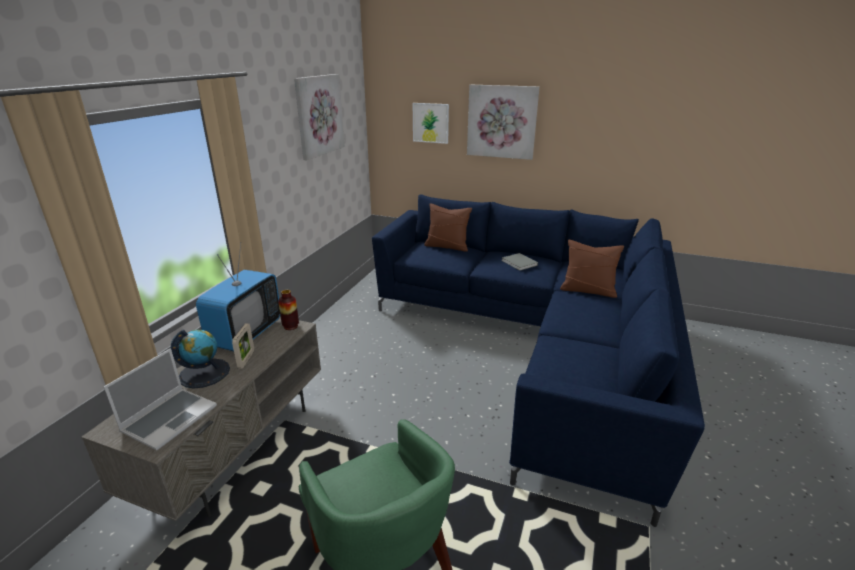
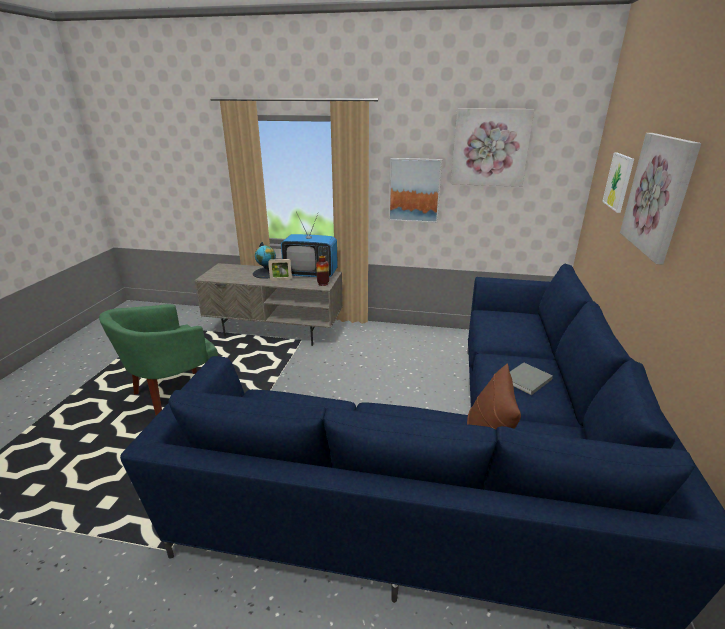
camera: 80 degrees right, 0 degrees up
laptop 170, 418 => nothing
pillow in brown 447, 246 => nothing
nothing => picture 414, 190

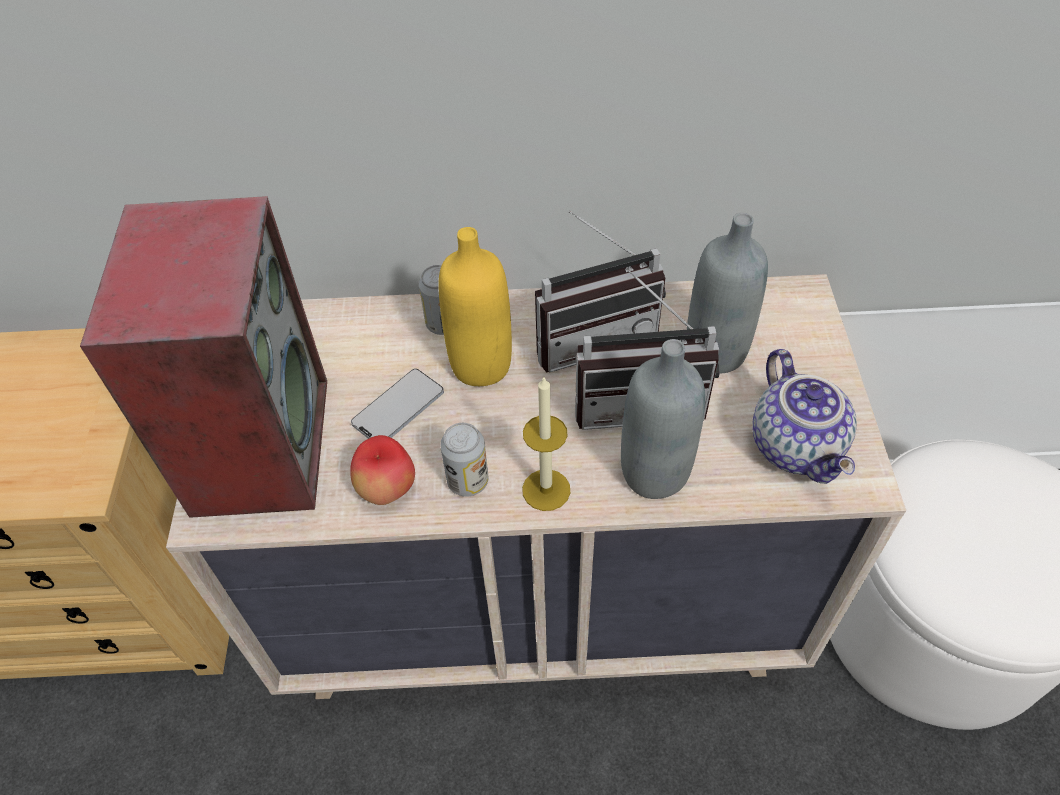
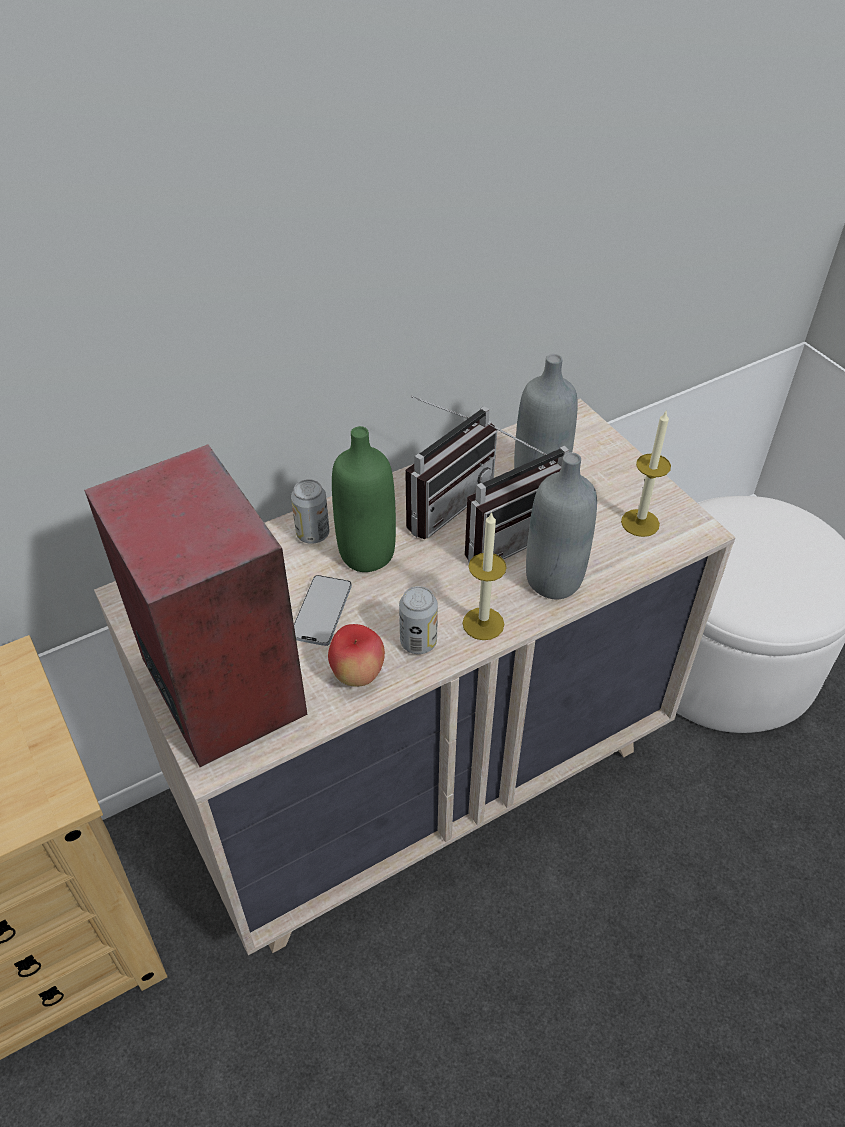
camera: 30 degrees left, 5 degrees down
bottle in yellow 481, 365 => bottle in green 367, 554
teapot 798, 446 => candle 640, 523

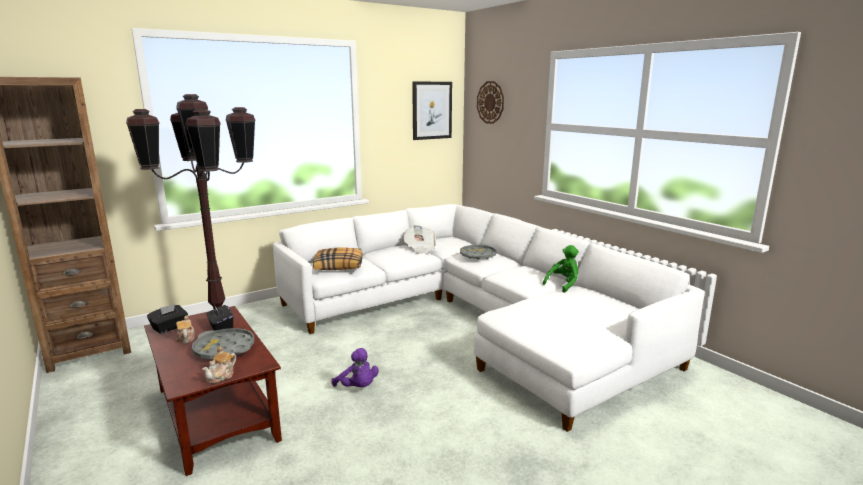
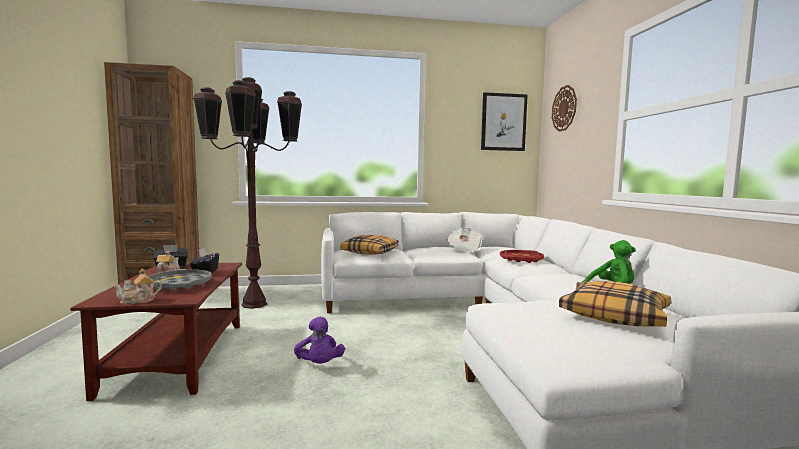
camera: 25 degrees right, 10 degrees down
tray in grey 478, 255 => tray in red 521, 260
nothing => pillow 614, 315

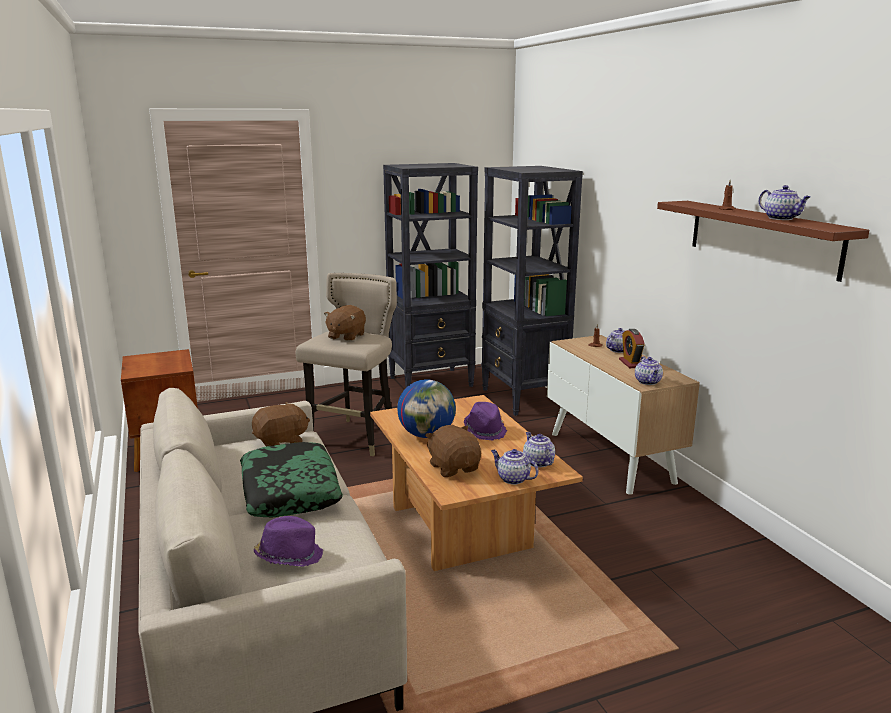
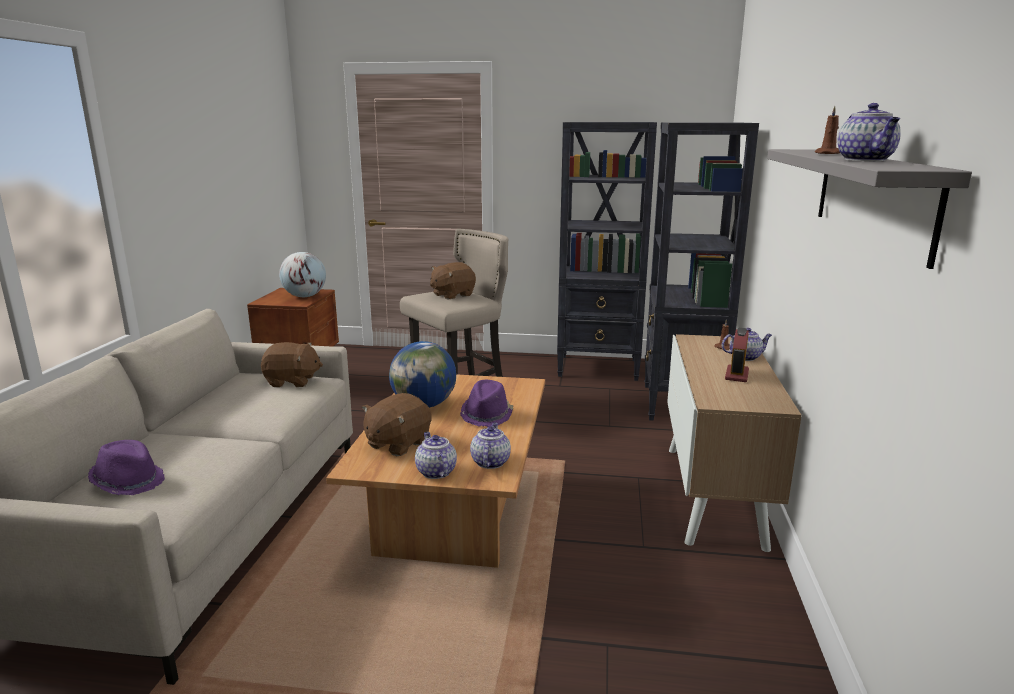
camera: 30 degrees right, 0 degrees up
pillow 289, 491 => nothing
plush toy in brown 454, 468 => plush toy in brown 397, 444, 150 degrees counterclockwise
teapot 648, 382 => nothing
shelf in brown 762, 237 => shelf in grey 871, 198
nothing => globe 304, 296

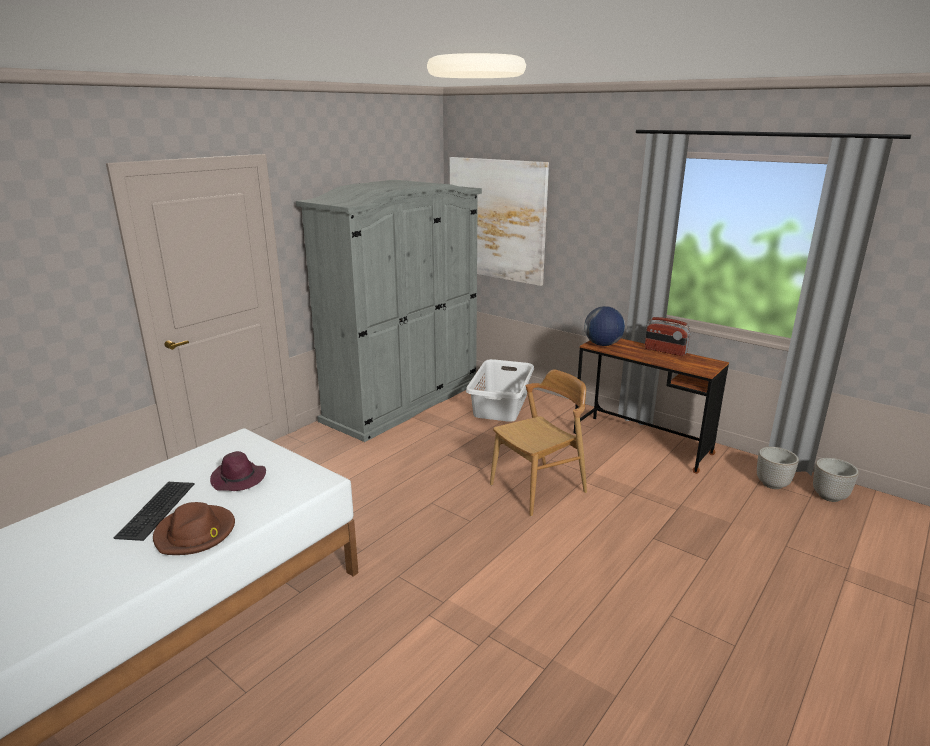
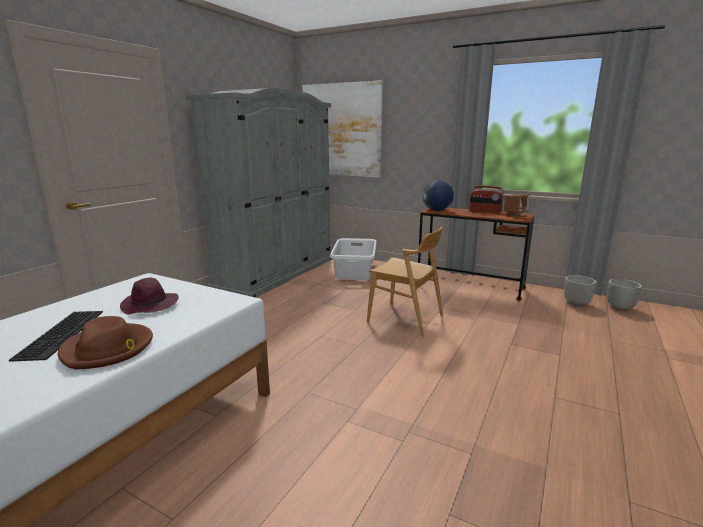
camera: 10 degrees left, 5 degrees down
chair in brown 538, 488 => chair in brown 405, 319, 75 degrees clockwise
nothing => speaker in brown 515, 215

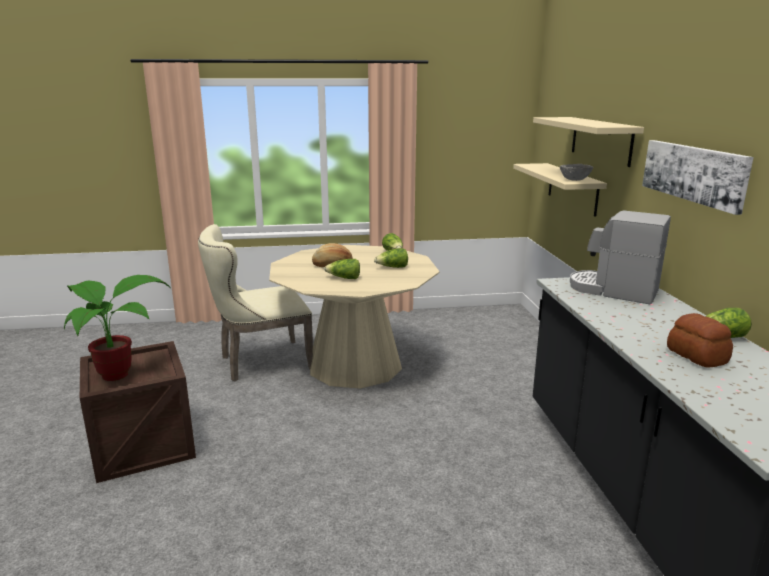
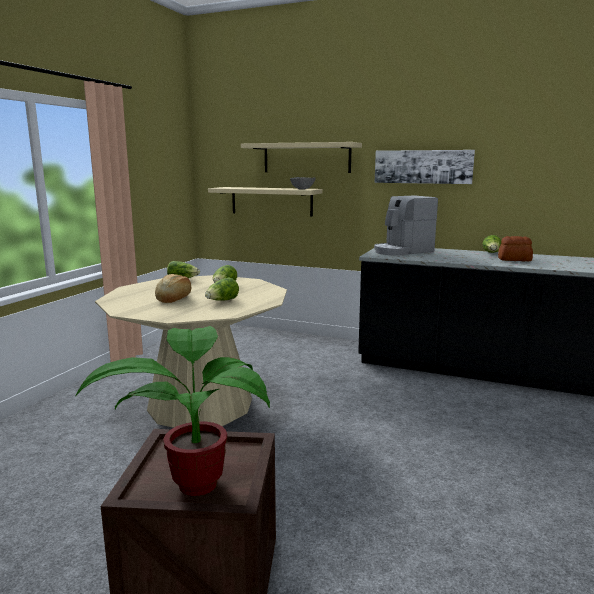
camera: 60 degrees left, 5 degrees down
chair in beige 260, 363 => nothing

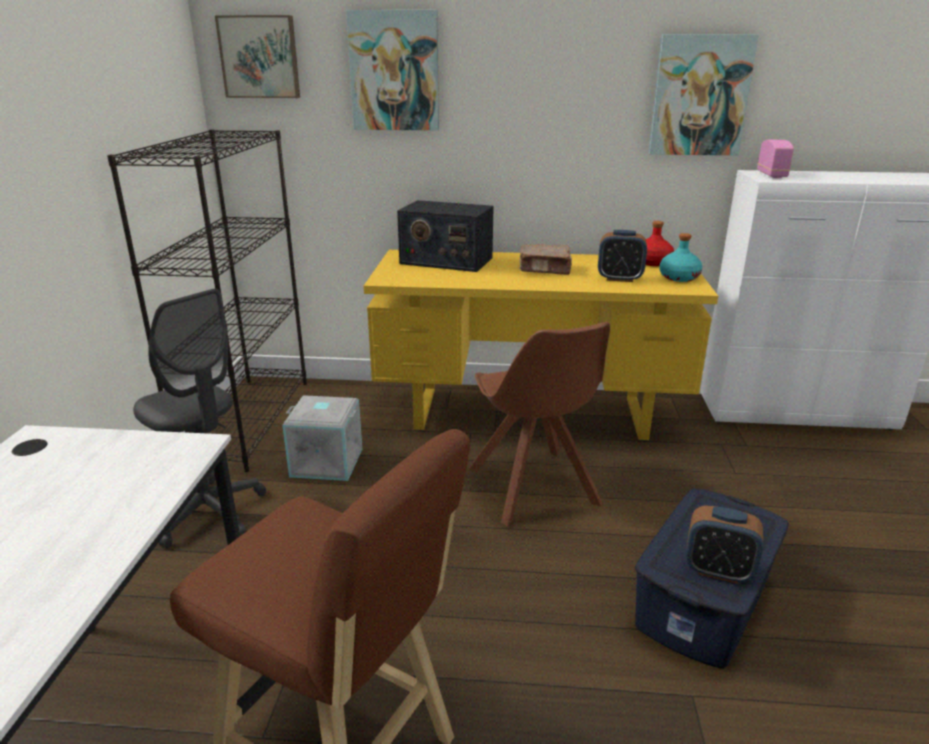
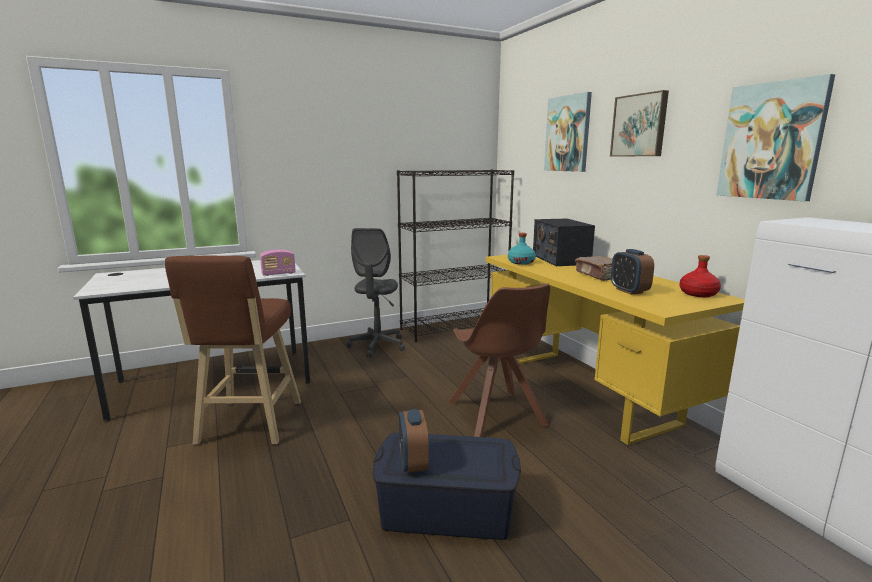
camera: 60 degrees right, 10 degrees down
picture 260, 57 => picture 639, 125, relocated
storage box in grey 327, 461 => nothing
chair in brown 534, 488 => chair in brown 497, 415, 60 degrees counterclockwise
bottle in turquoise 678, 277 => bottle in turquoise 521, 262, relocated
radio 772, 175 => radio 278, 274, relocated

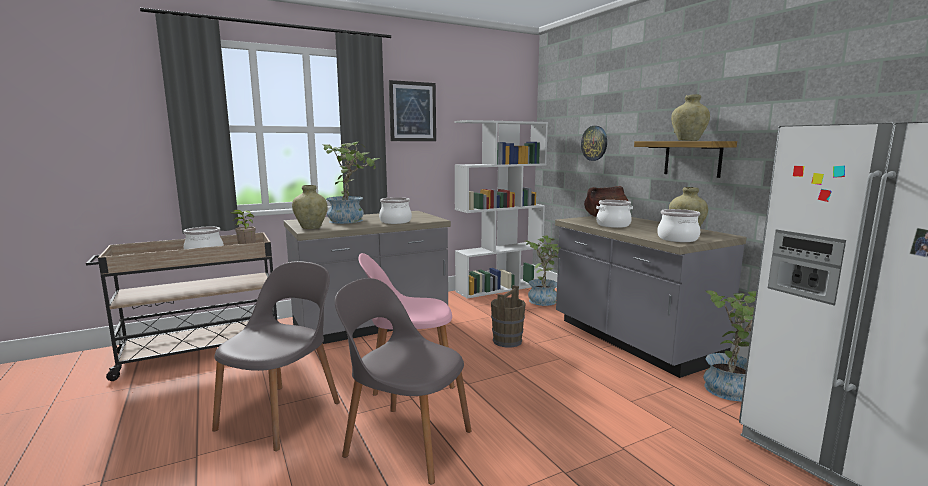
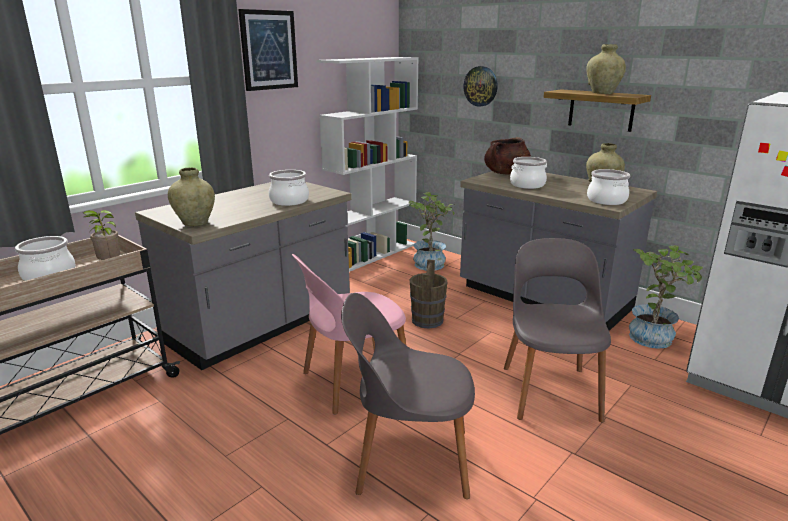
camera: 20 degrees left, 10 degrees up
chair in grey 282, 414 => chair in grey 550, 390, relocated
potted plant 351, 220 => nothing

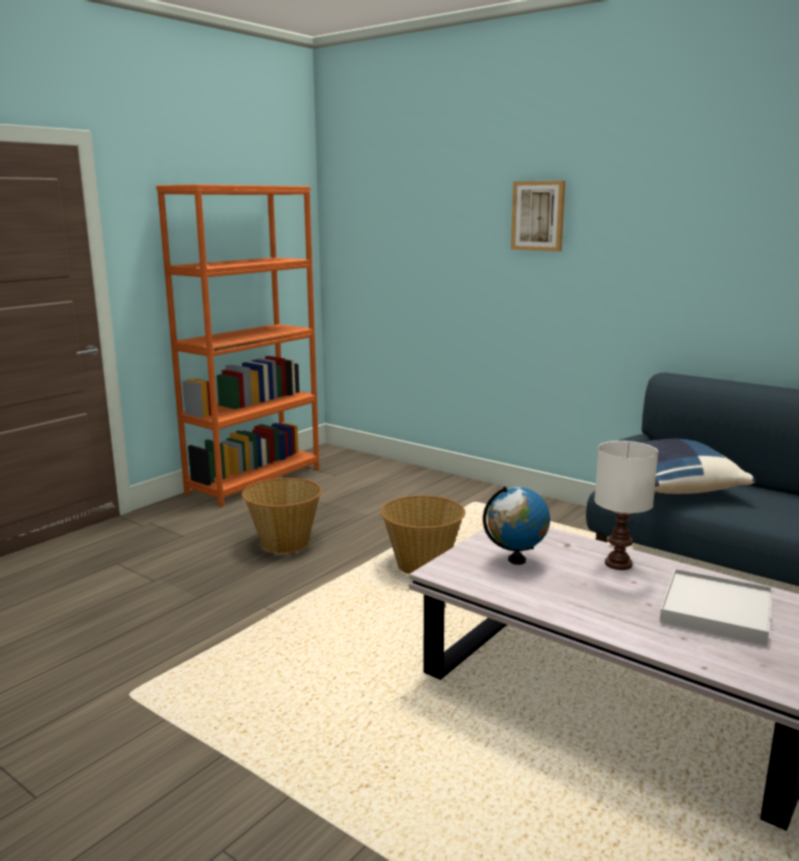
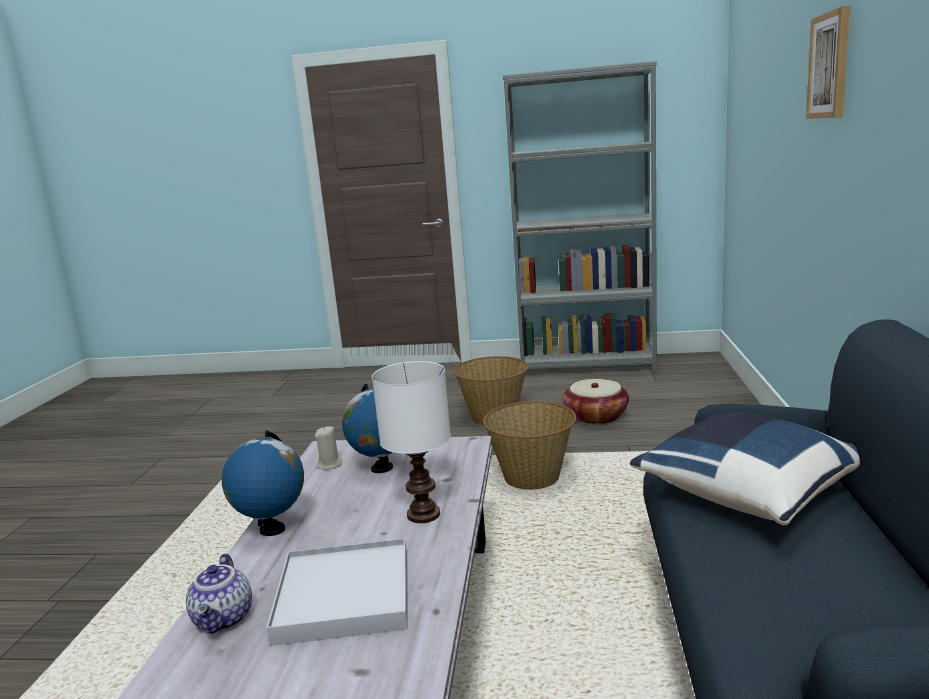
camera: 60 degrees right, 0 degrees up
bookcase in orange 255, 481 => bookcase in grey 587, 366
nothing => teapot 225, 619
nothing => globe 272, 529
nothing => candle in beige 330, 464
nothing => basket 596, 417

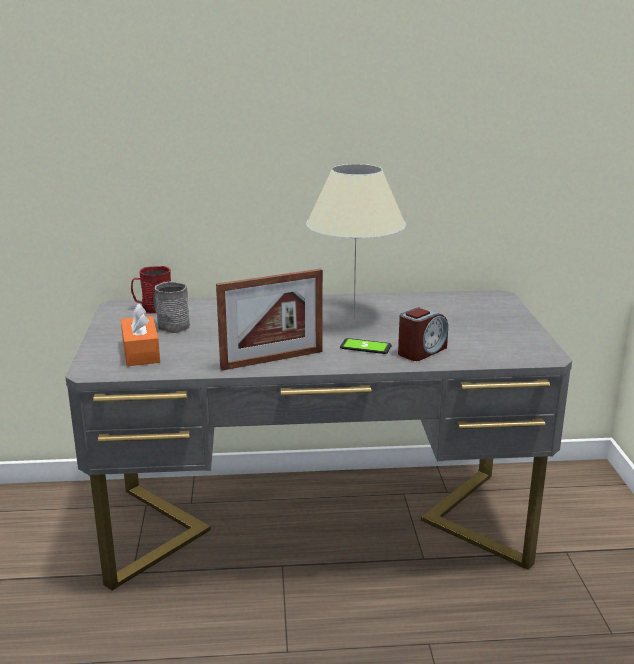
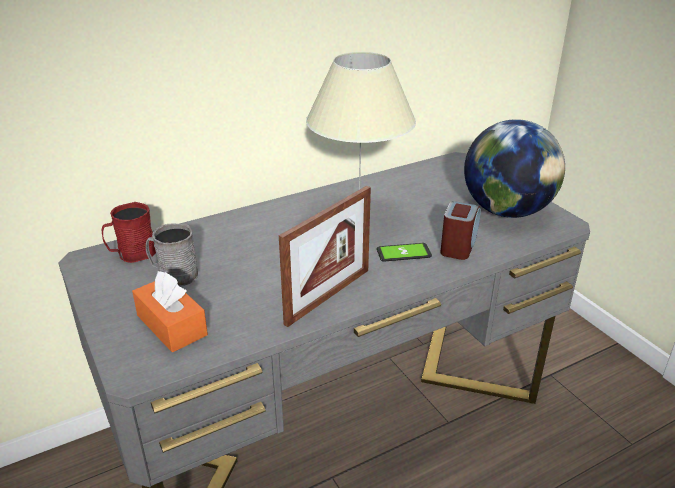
camera: 25 degrees left, 10 degrees up
nothing => globe 507, 211

